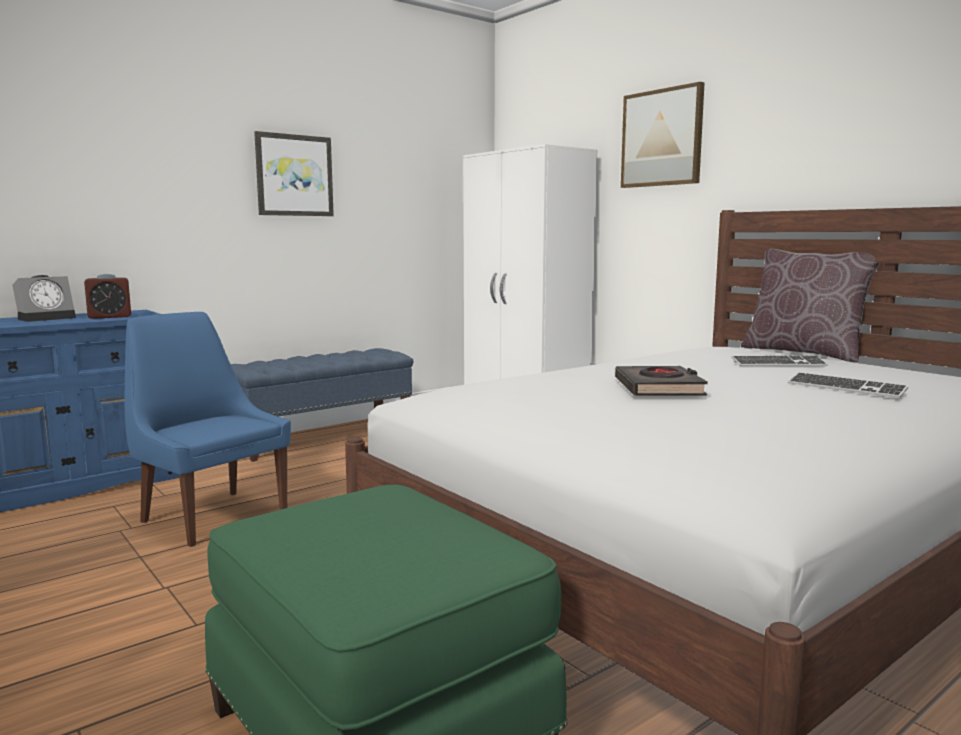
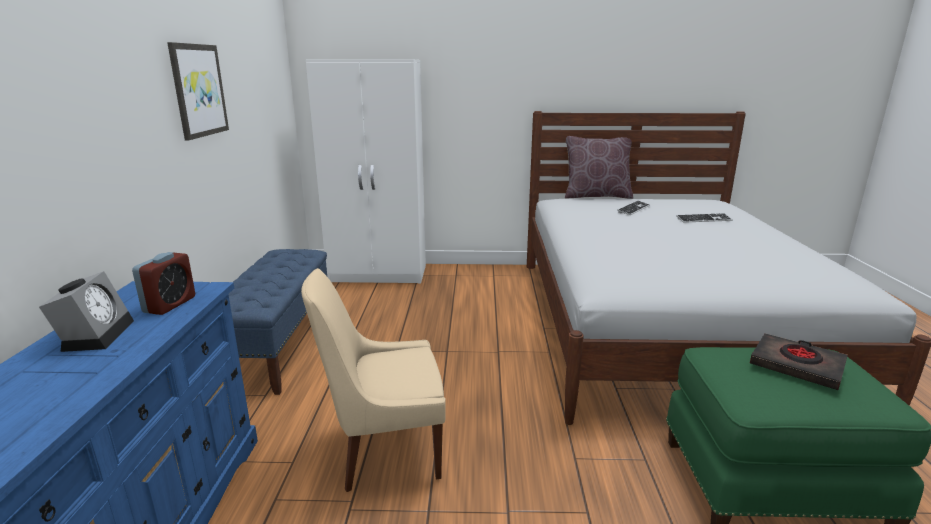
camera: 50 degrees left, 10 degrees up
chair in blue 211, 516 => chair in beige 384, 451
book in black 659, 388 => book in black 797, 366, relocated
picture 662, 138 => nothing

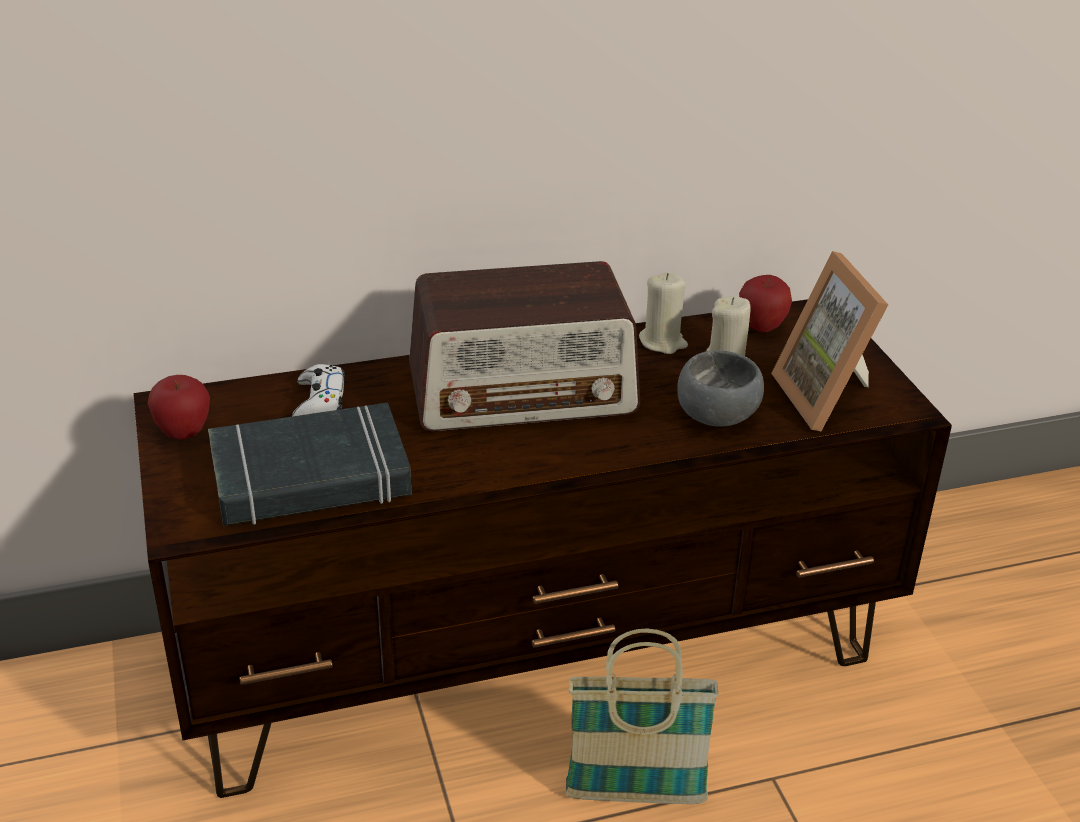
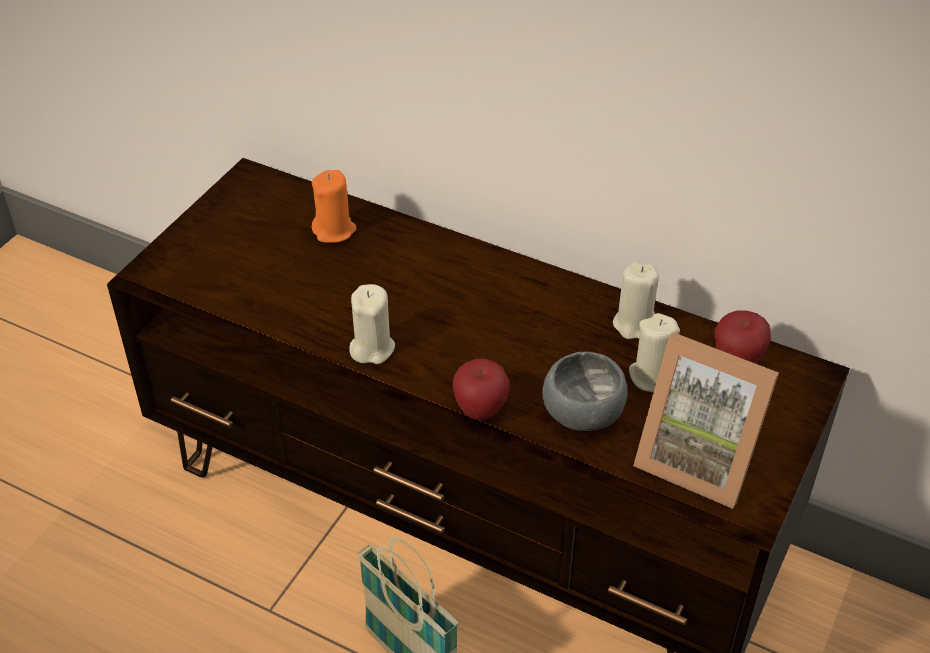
camera: 45 degrees right, 10 degrees up
apple 184, 433 => apple 480, 410, relocated
book in black 310, 477 => nothing
game controller in white 320, 402 => candle in orange 334, 230
radio 523, 391 => nothing
picture frame 830, 398 => picture frame 698, 458, 90 degrees counterclockwise
nothing => candle in beige 372, 348

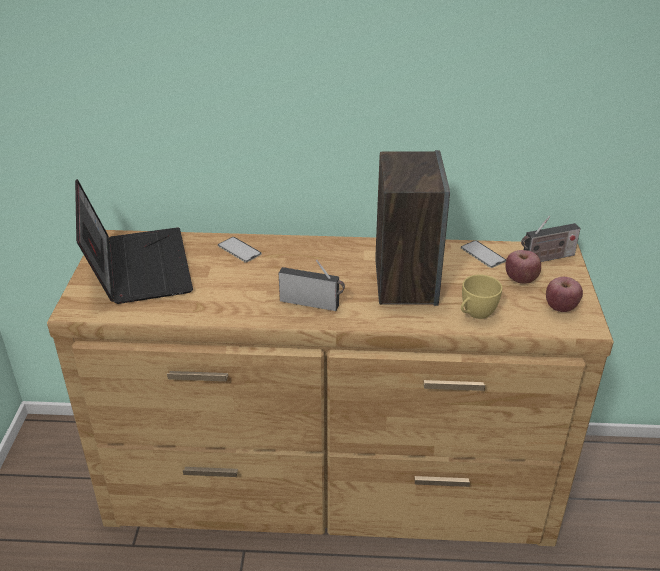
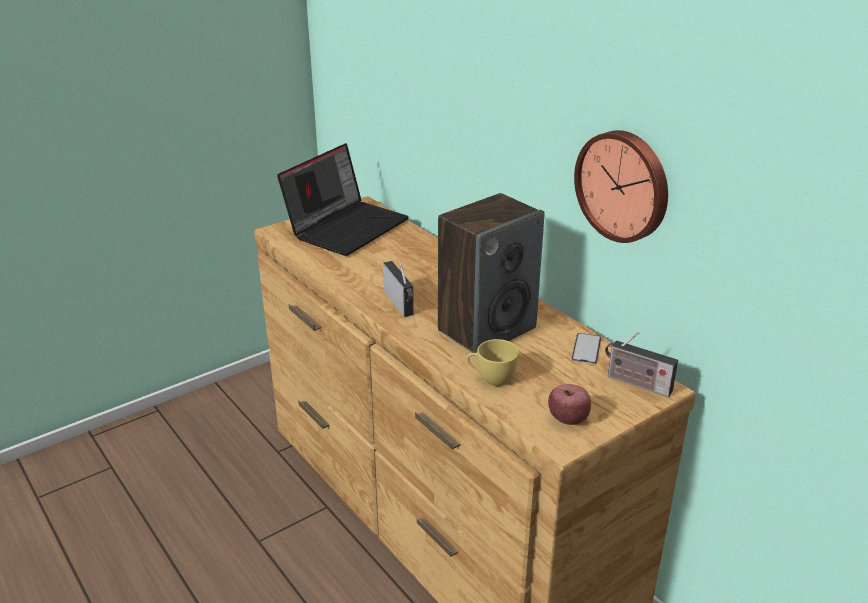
camera: 50 degrees right, 5 degrees down
phone 239, 250 => nothing
apple 521, 279 => nothing
nothing => wall clock 624, 185

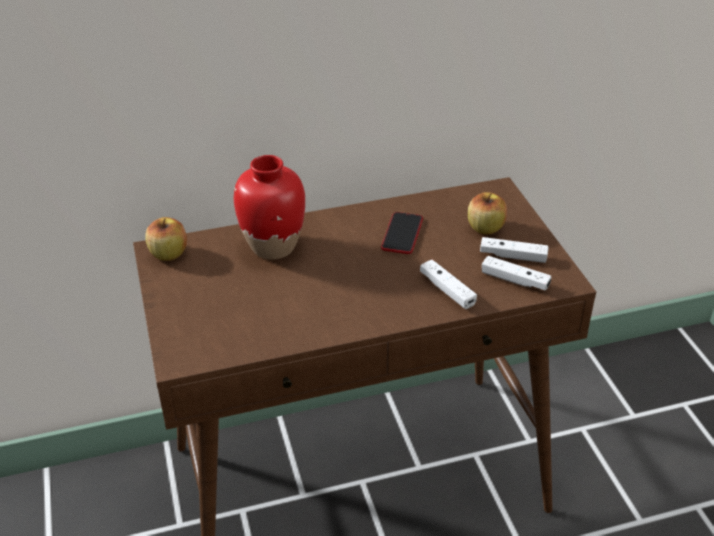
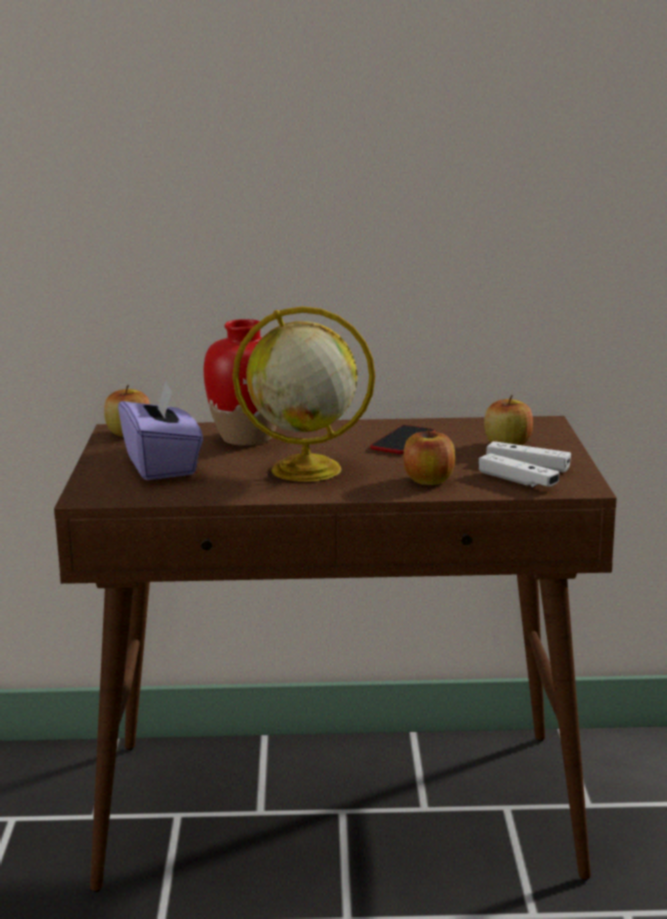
camera: 15 degrees right, 20 degrees down
game controller in white 447, 290 => apple 429, 480
nothing => tissue box in purple 162, 465
nothing => globe 303, 470

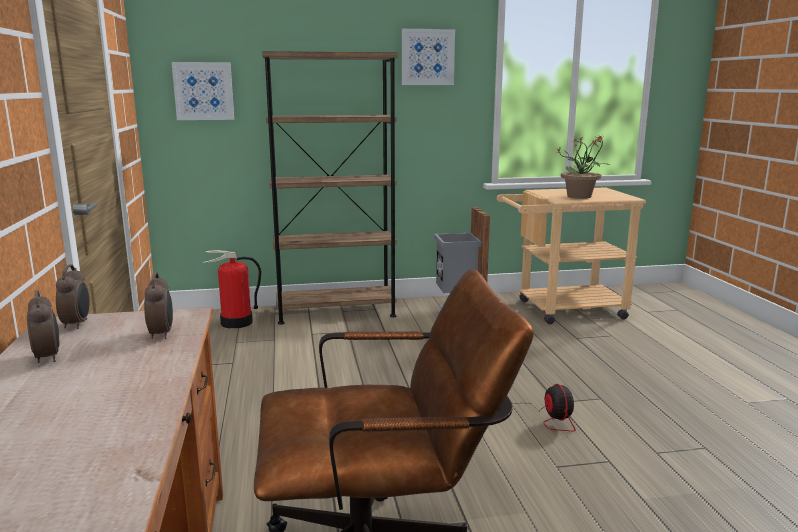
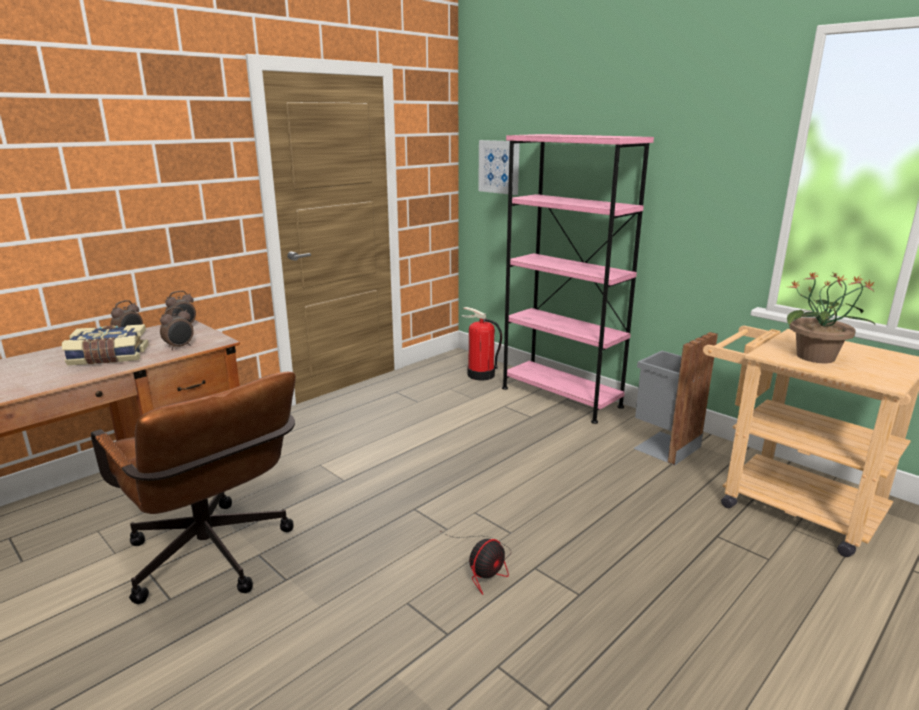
camera: 55 degrees right, 5 degrees up
bookcase in brown 336, 312 => bookcase in pink 560, 397
picture 427, 57 => nothing
nothing => book 109, 357

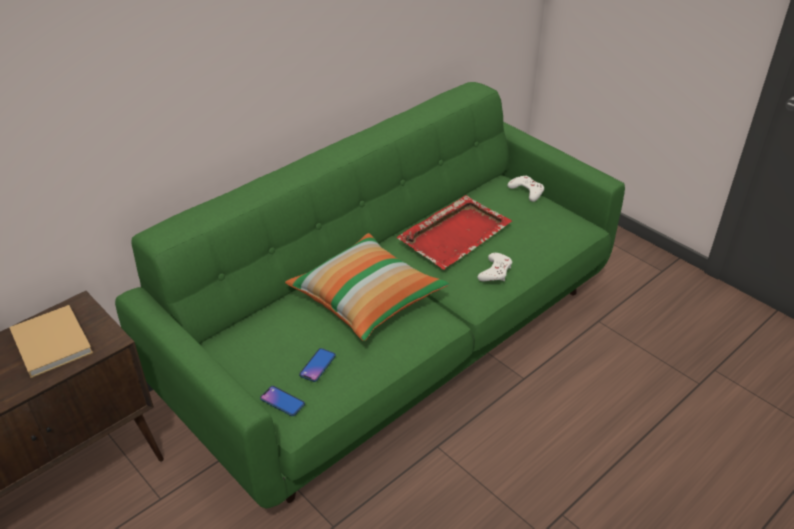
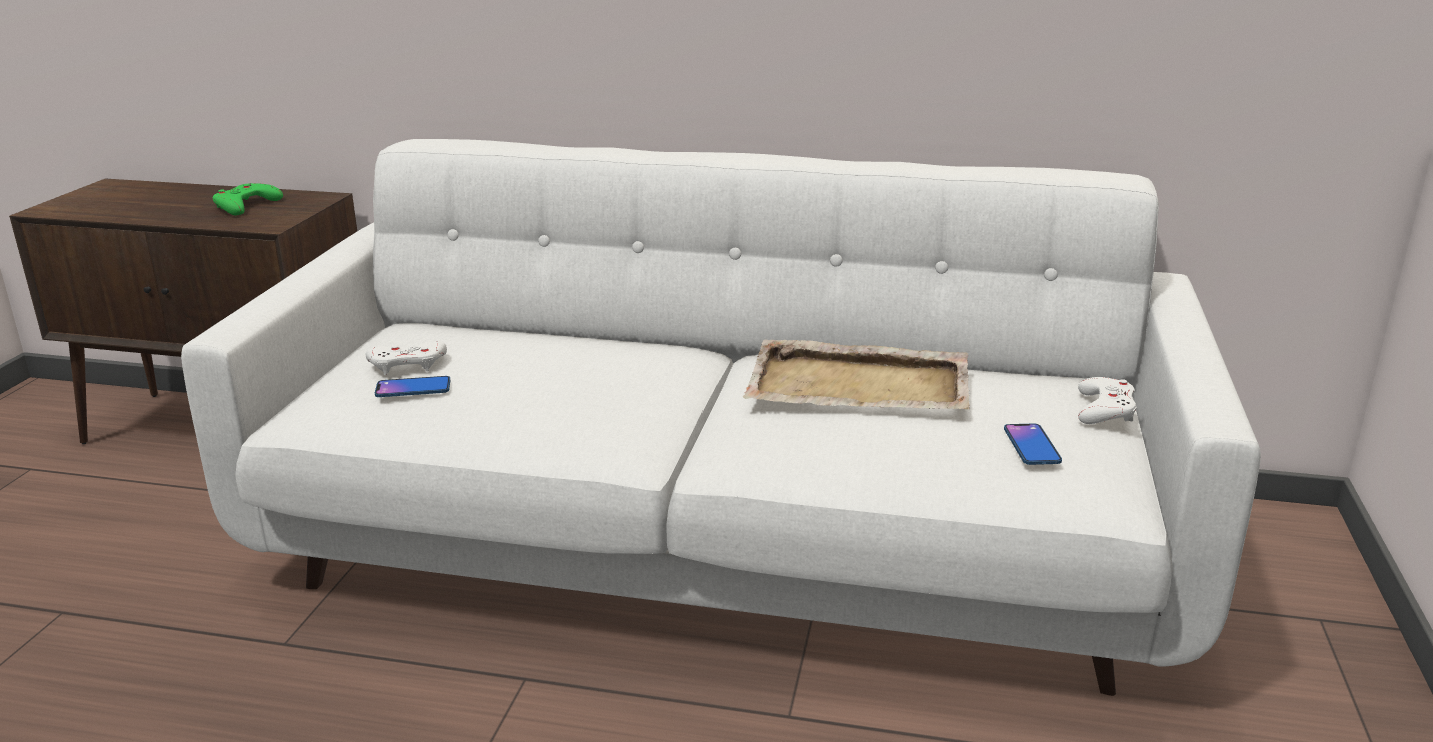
camera: 55 degrees right, 15 degrees down
book in beige 51, 341 => game controller in green 246, 206
sofa in green 396, 340 => sofa in white 720, 546
phone 282, 401 => phone 1031, 445, relocated
pillow 367, 299 => nothing
tray in red 455, 234 => tray in beige 861, 385
game controller in white 495, 271 => game controller in white 407, 364, relocated

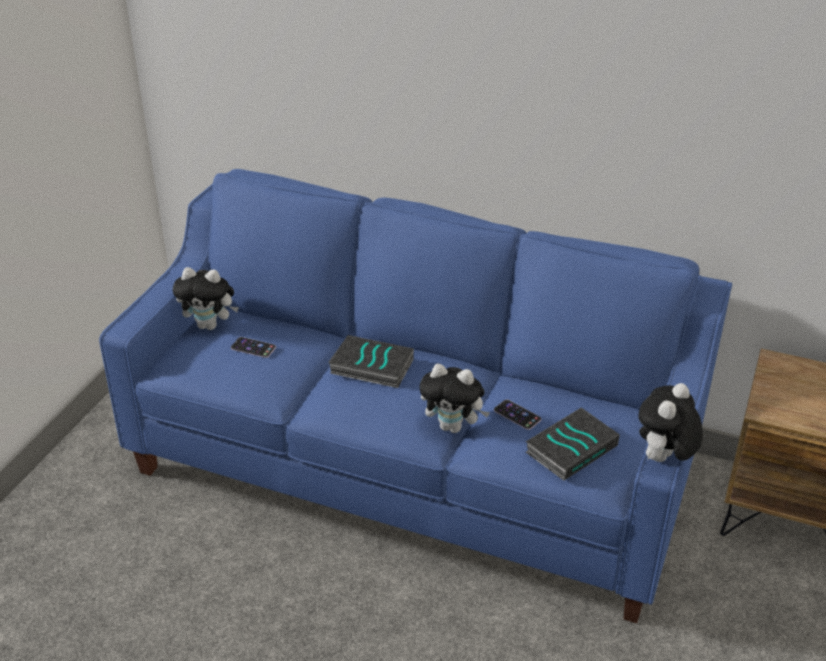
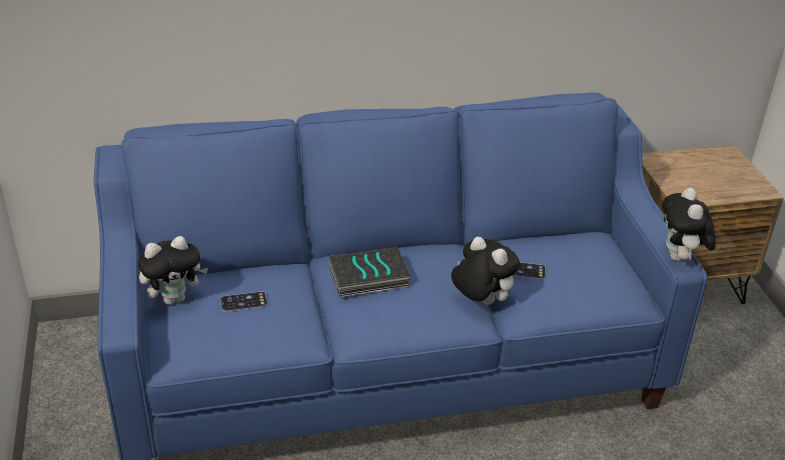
camera: 35 degrees left, 0 degrees up
plush toy 453, 427 => plush toy 480, 301, 120 degrees counterclockwise
book 571, 448 => nothing

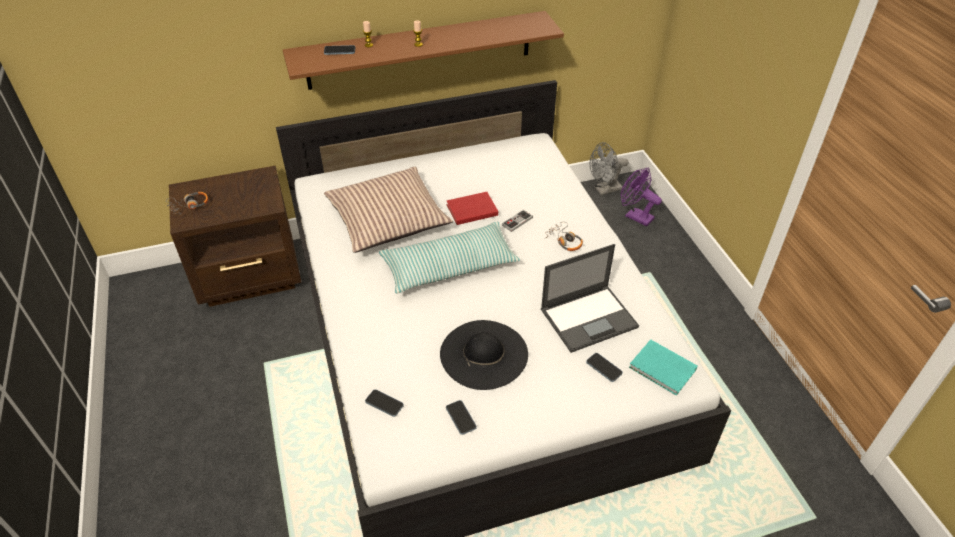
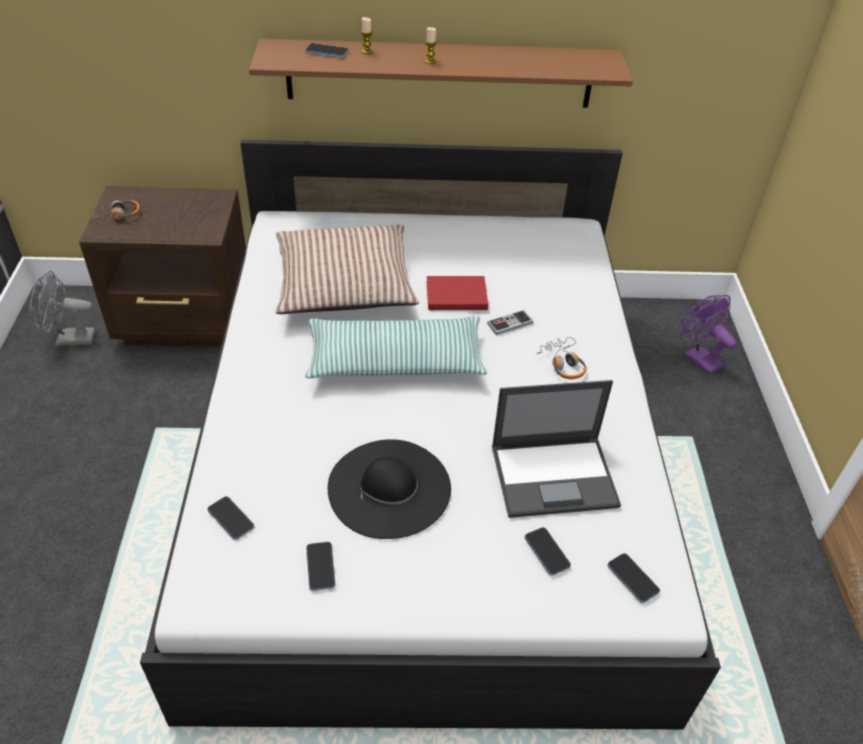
camera: 15 degrees right, 0 degrees up
fan in grey 604, 190 => fan in grey 69, 339, relocated
book in turquoise 663, 370 => phone 632, 579

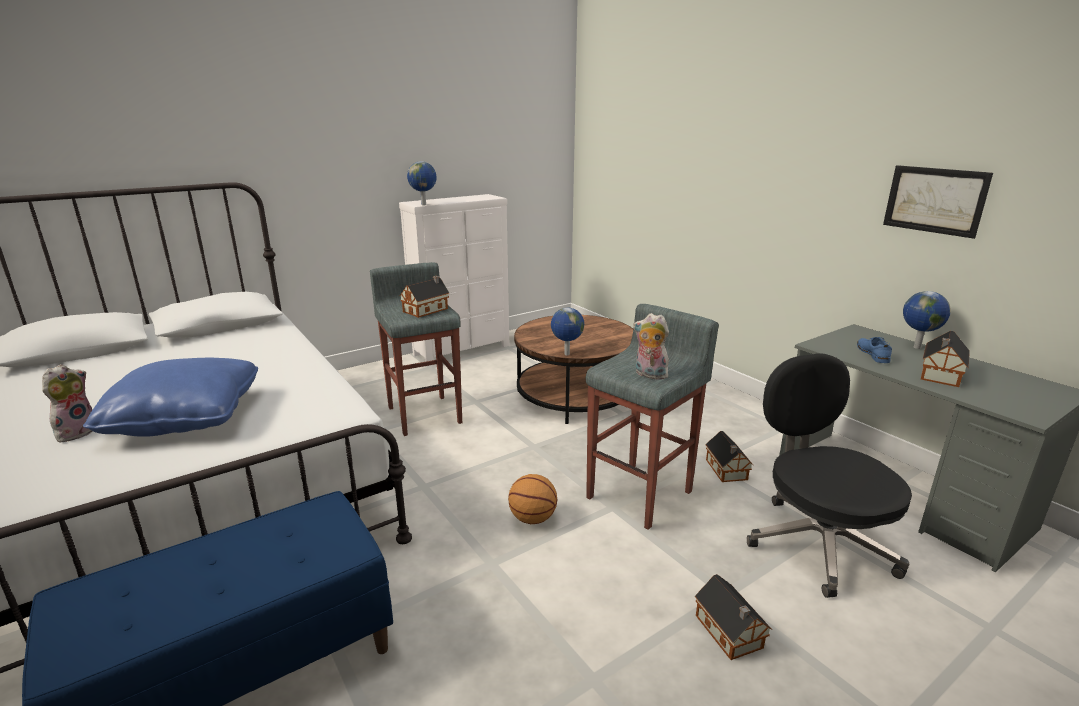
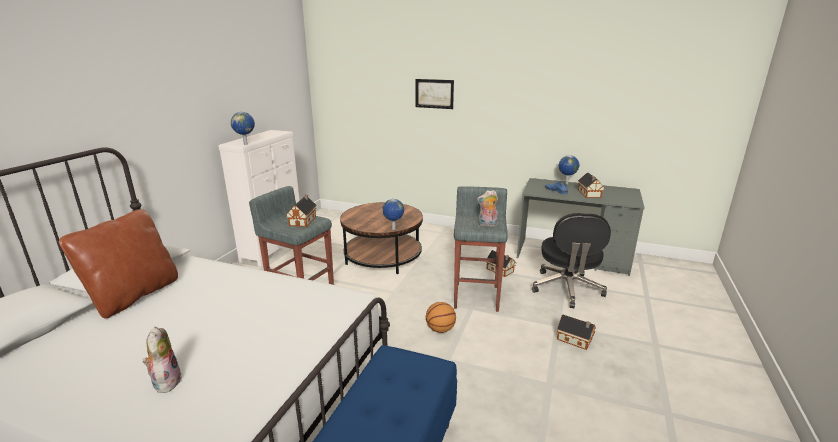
camera: 35 degrees left, 0 degrees up
pillow in blue 185, 417 => nothing
office chair in black 817, 543 => office chair in black 567, 289, 120 degrees counterclockwise
picture 934, 200 => picture 434, 93, relocated
nothing => pillow in brown 134, 295

